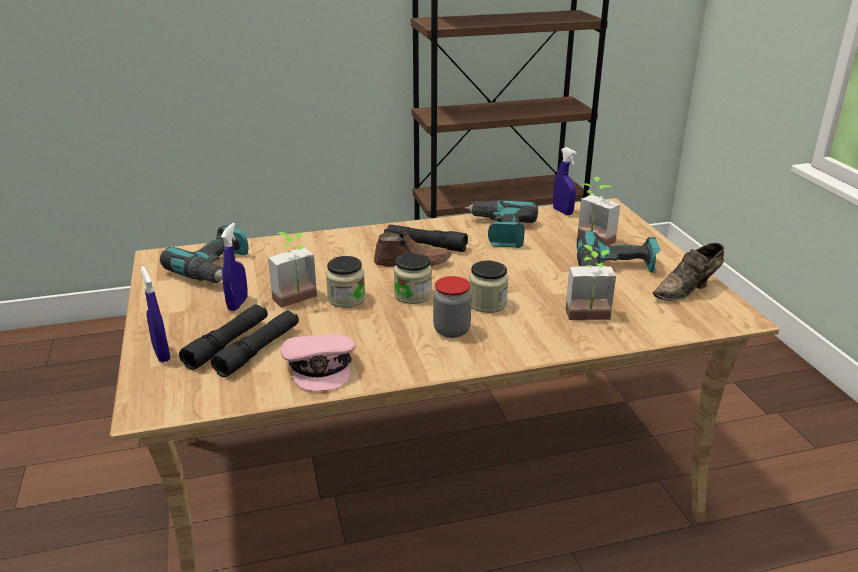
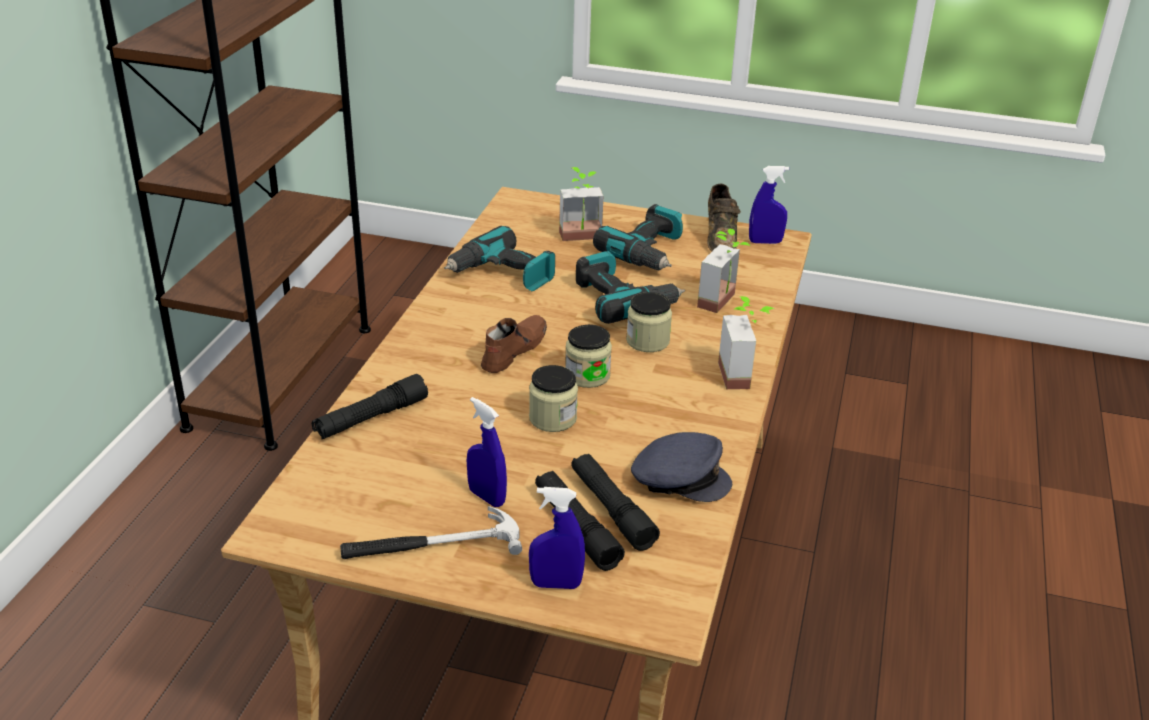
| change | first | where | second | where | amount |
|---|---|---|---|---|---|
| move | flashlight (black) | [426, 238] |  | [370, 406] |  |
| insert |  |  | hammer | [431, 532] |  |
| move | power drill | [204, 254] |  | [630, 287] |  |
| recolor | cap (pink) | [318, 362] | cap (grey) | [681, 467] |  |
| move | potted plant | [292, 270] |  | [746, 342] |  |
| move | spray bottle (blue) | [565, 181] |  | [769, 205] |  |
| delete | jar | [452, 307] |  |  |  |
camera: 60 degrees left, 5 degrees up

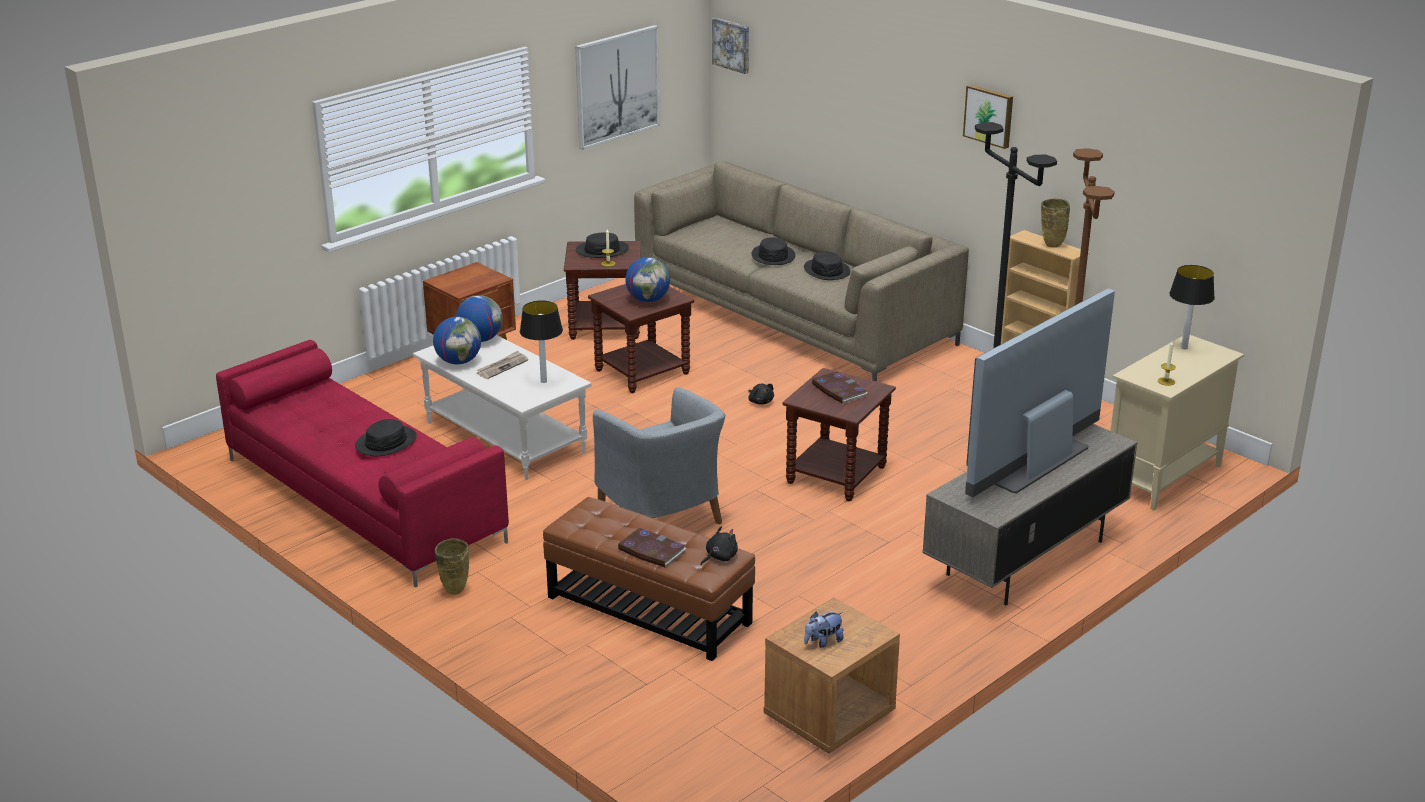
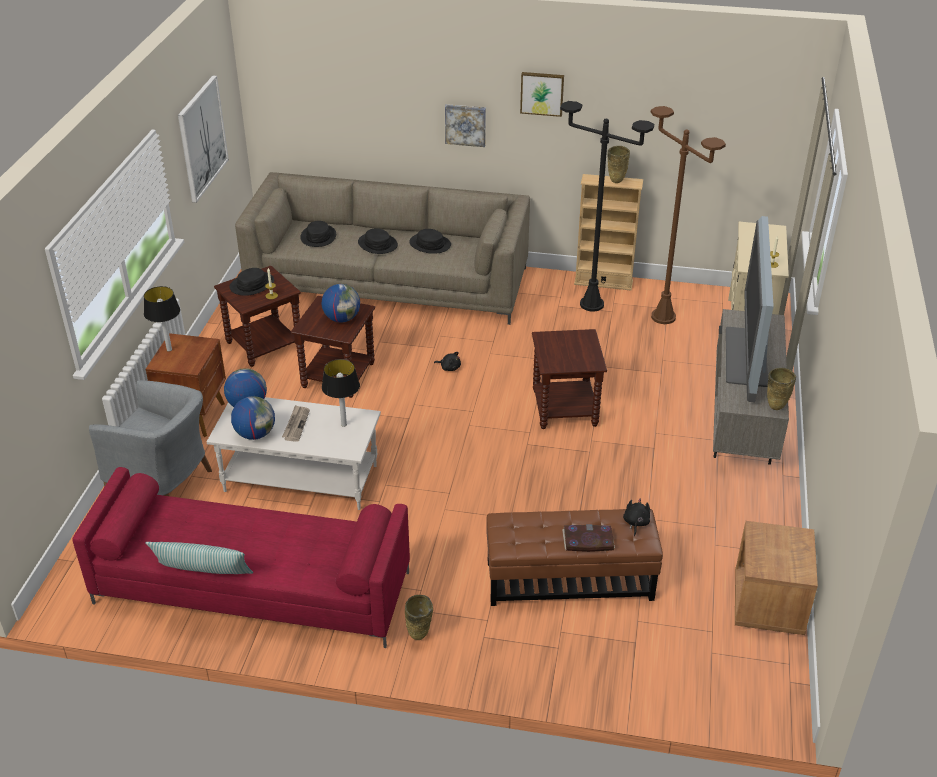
| change | first | where | second | where | amount |
|---|---|---|---|---|---|
| move | armchair (grey) | [659, 456] |  | [150, 438] |  |
| move | table lamp | [1192, 307] |  | [162, 319] |  |
| insert |  |  | pillow | [199, 558] |  |
| move | hat (black) | [386, 437] |  | [318, 234] |  |
| move | picture | [730, 46] |  | [465, 125] |  |
| insert |  |  | vase (beige) | [781, 389] |  |
| delete | plush toy | [824, 630] |  |  |  |
| delete | book | [839, 387] |  |  |  |
camera: 35 degrees left, 10 degrees up

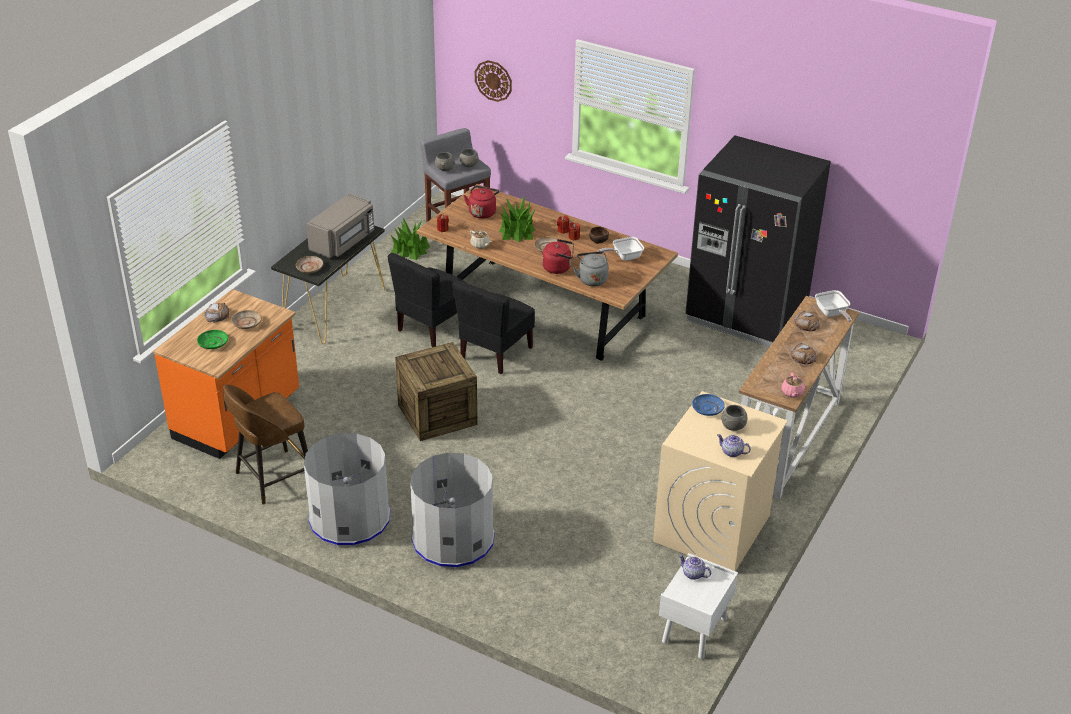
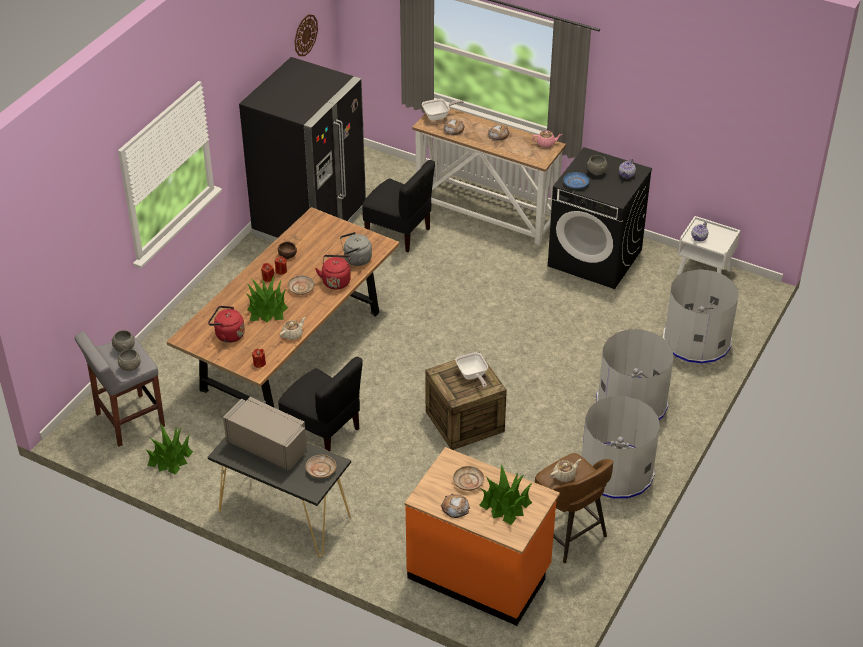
| change | first | where | second | where | amount |
|---|---|---|---|---|---|
| move | wall clock | [493, 81] |  | [306, 35] |  |
| move | chair (black) | [493, 327] |  | [398, 206] |  |
| move | frying pan | [620, 249] |  | [471, 370] |  |
| replace | plate (green) | [212, 339] | potted plant | [505, 494] |  |
| recolor | washing machine (beige) | [720, 481] | washing machine (black) | [600, 218] |  |
| insert |  |  | teapot (beige) | [565, 470] |  |
| insert |  |  | trash can (grey) | [701, 317] |  |
camera: 90 degrees left, 5 degrees up

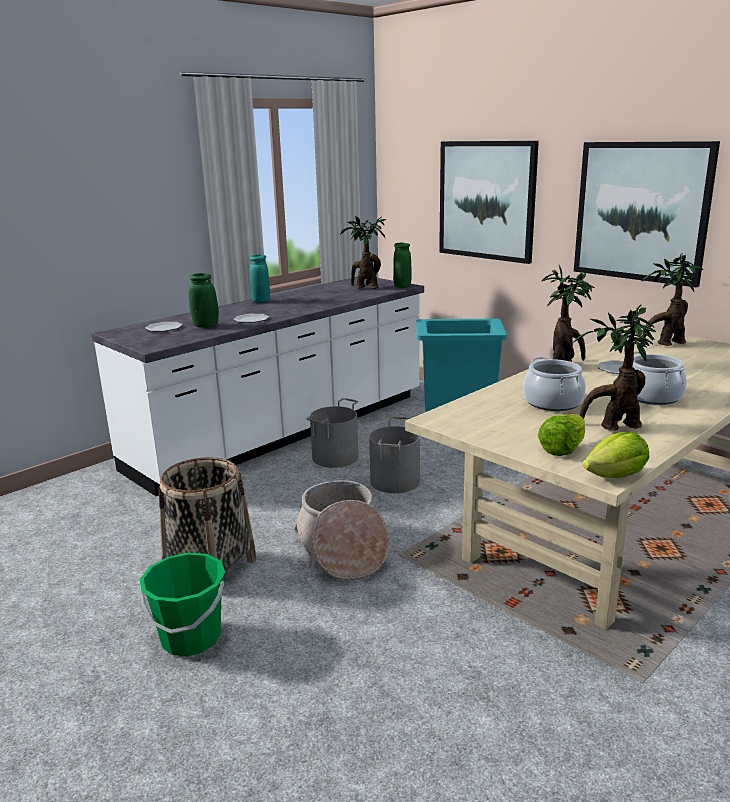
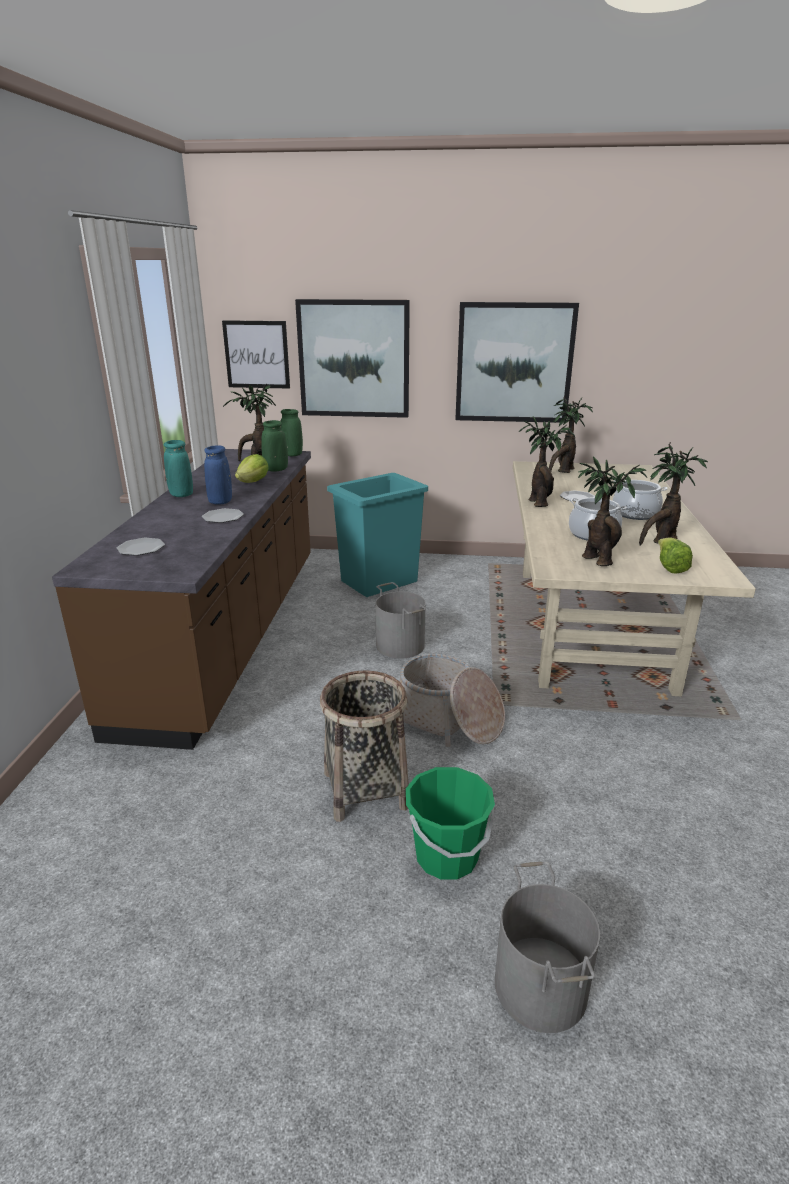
| change | first | where | second | where | amount |
|---|---|---|---|---|---|
| recolor | counter (white) | [258, 386] | counter (brown) | [181, 599] |  |
| insert |  |  | vase (blue) | [218, 475] |  |
| insert |  |  | picture | [256, 354] |  |
| move | lettuce | [616, 455] |  | [252, 468] |  |
| move | vase (green) | [204, 300] |  | [274, 446] |  |
| move | bucket (grey) | [332, 433] |  | [547, 947] |  |
| insert |  |  | potted plant | [612, 511] |  |
camera: 40 degrees left, 5 degrees up

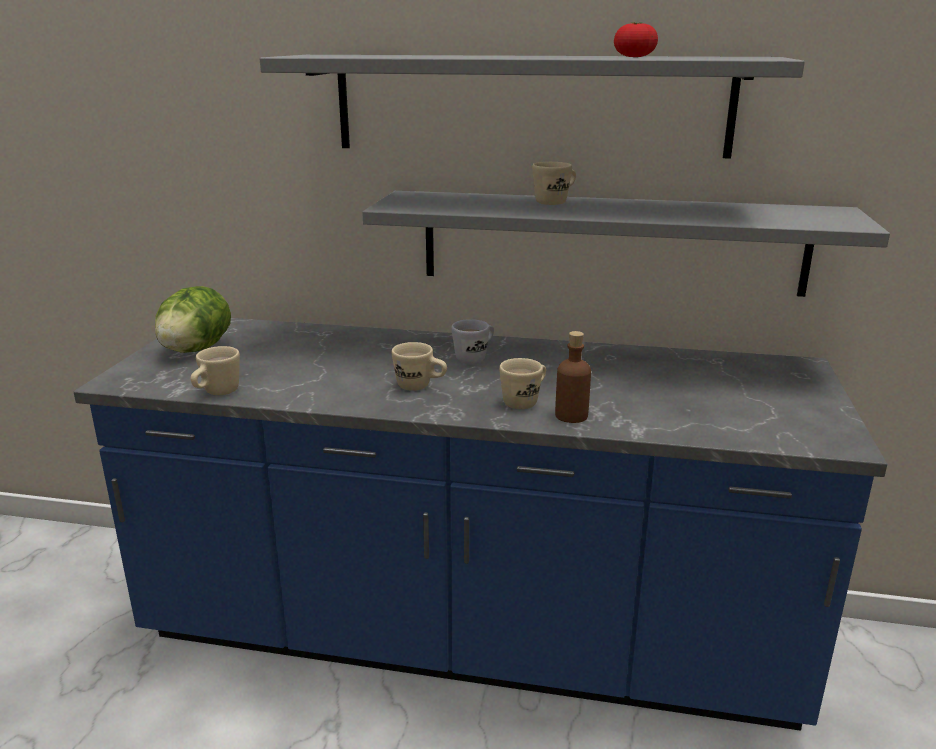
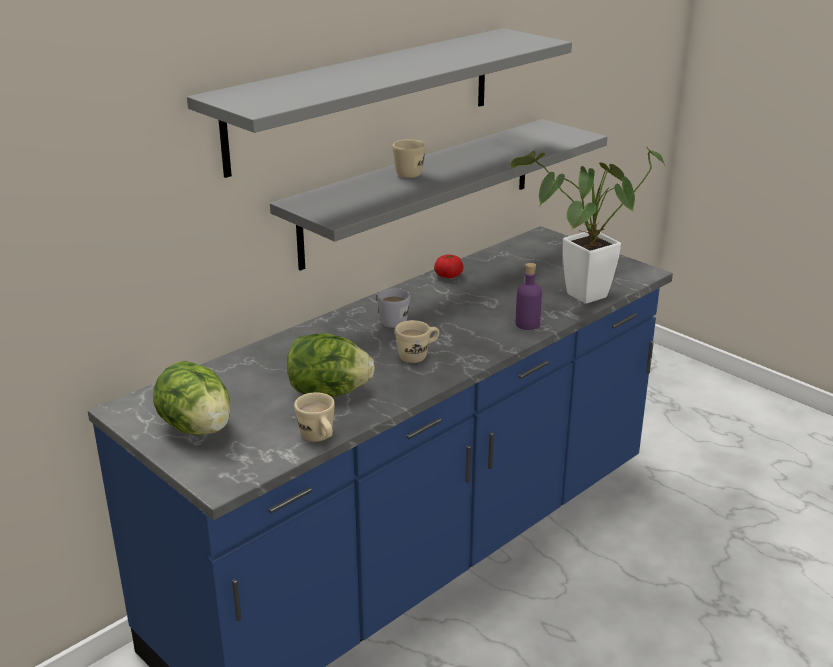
| change | first | where | second | where | amount |
|---|---|---|---|---|---|
| insert |  |  | lettuce | [331, 365] |  |
| move | tomato | [636, 39] |  | [449, 266] |  |
| insert |  |  | potted plant | [587, 224] |  |
| recolor | bottle (brown) | [573, 377] | bottle (purple) | [529, 296] |  |
| delete | mug (beige) | [522, 383] |  |  |  |
camera: 55 degrees left, 5 degrees up

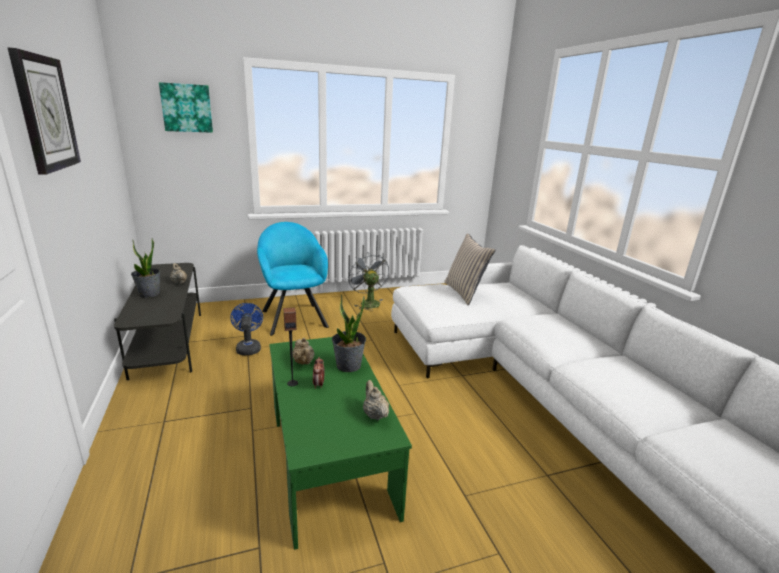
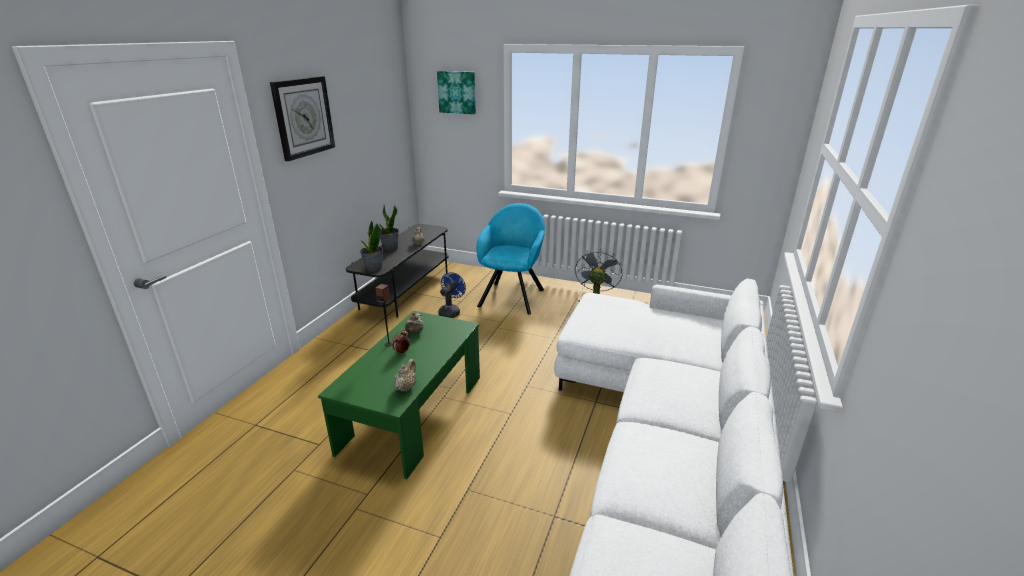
| change | first | where | second | where | amount |
|---|---|---|---|---|---|
| move | potted plant | [349, 333] |  | [371, 246] |  |
| delete | pillow (beige) | [470, 269] |  |  |  |
camera: 40 degrees right, 5 degrees up

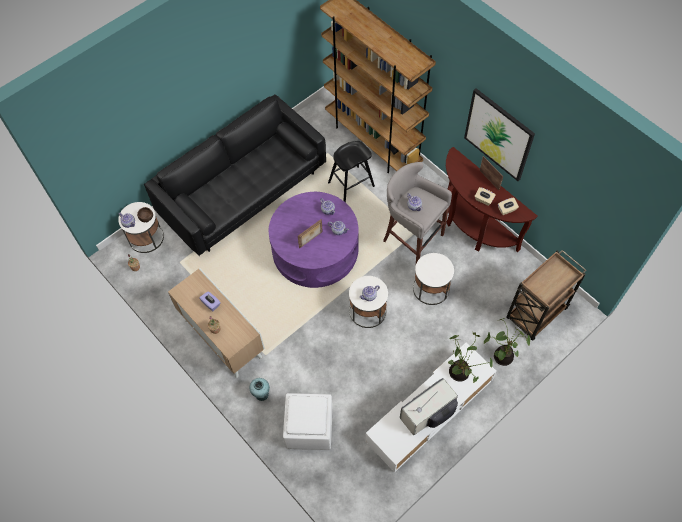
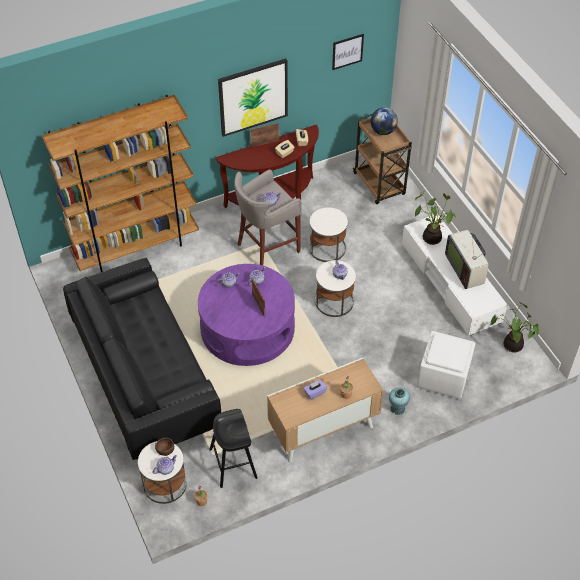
| change | first | where | second | where | amount |
|---|---|---|---|---|---|
| move | stool (black) | [351, 172] |  | [233, 448] |  |
| insert |  |  | picture | [348, 52] |  |
| insert |  |  | globe | [384, 121] |  |
| move | potted plant | [507, 342] |  | [514, 327] |  |
camera: 75 degrees left, 10 degrees down

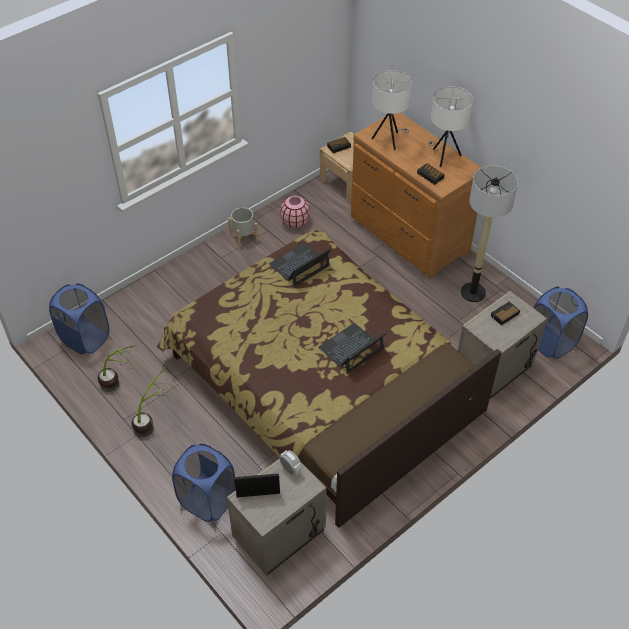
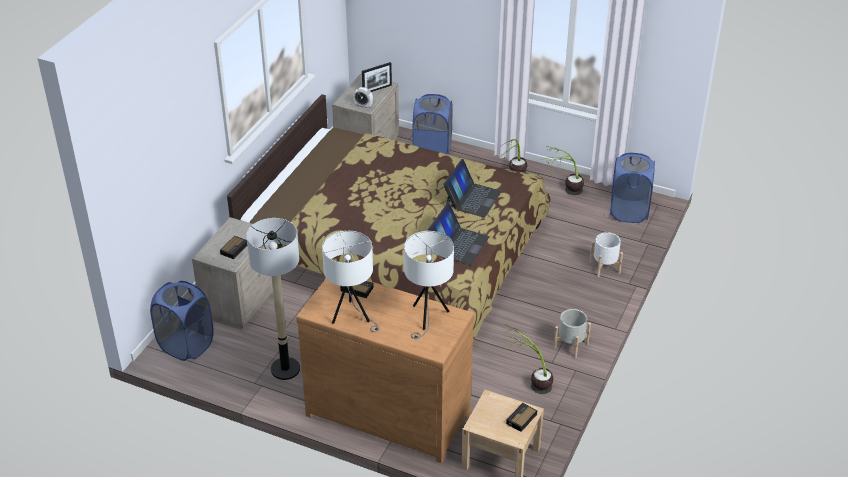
| change | first | where | second | where | amount |
|---|---|---|---|---|---|
| move | laptop | [353, 348] |  | [472, 188] |  |
| replace | vase (pink) | [295, 212] | potted plant | [529, 359] |  |
| insert |  |  | planter (white) | [606, 254] |  |
camera: 155 degrees right, 10 degrees down

